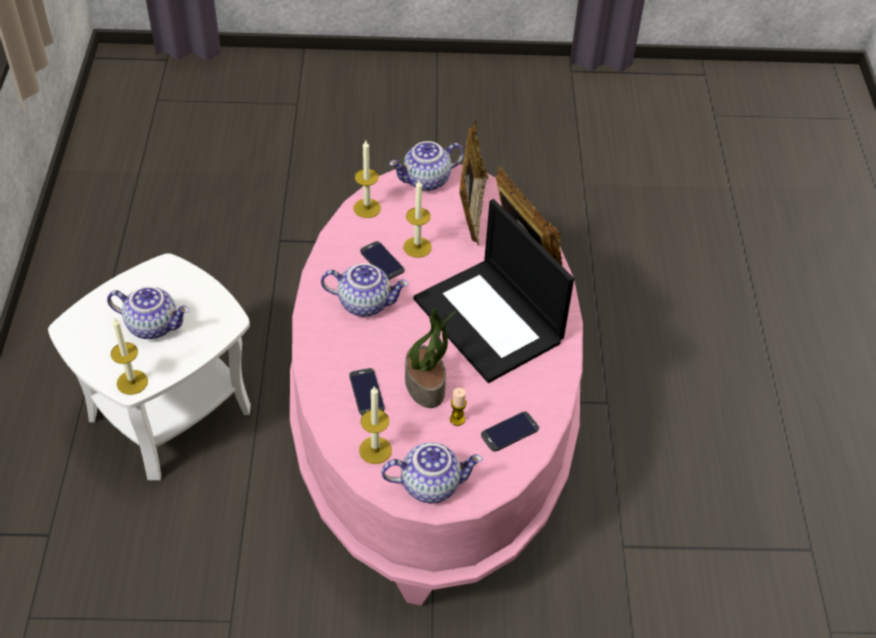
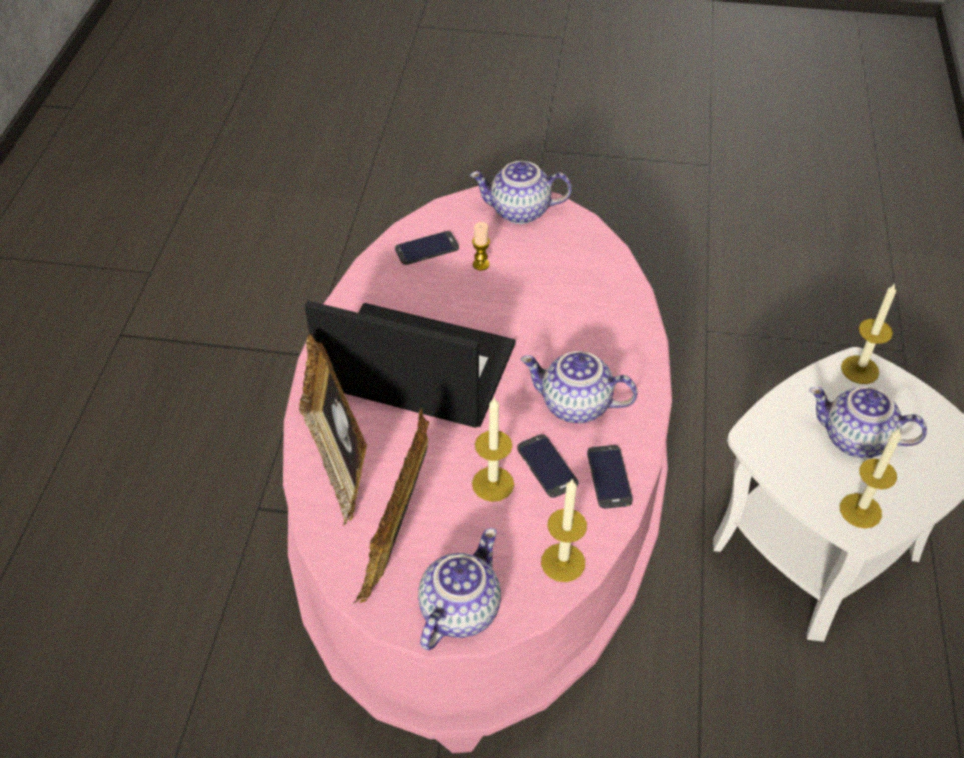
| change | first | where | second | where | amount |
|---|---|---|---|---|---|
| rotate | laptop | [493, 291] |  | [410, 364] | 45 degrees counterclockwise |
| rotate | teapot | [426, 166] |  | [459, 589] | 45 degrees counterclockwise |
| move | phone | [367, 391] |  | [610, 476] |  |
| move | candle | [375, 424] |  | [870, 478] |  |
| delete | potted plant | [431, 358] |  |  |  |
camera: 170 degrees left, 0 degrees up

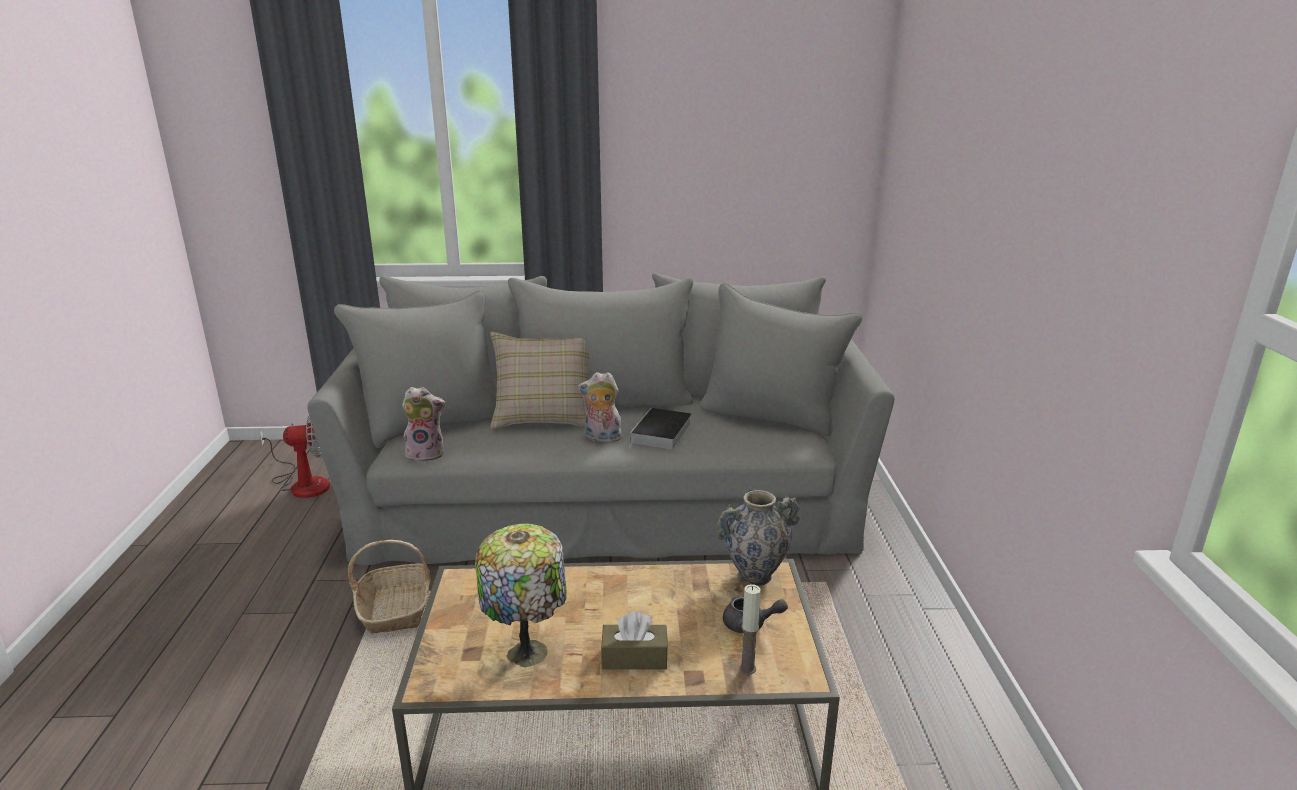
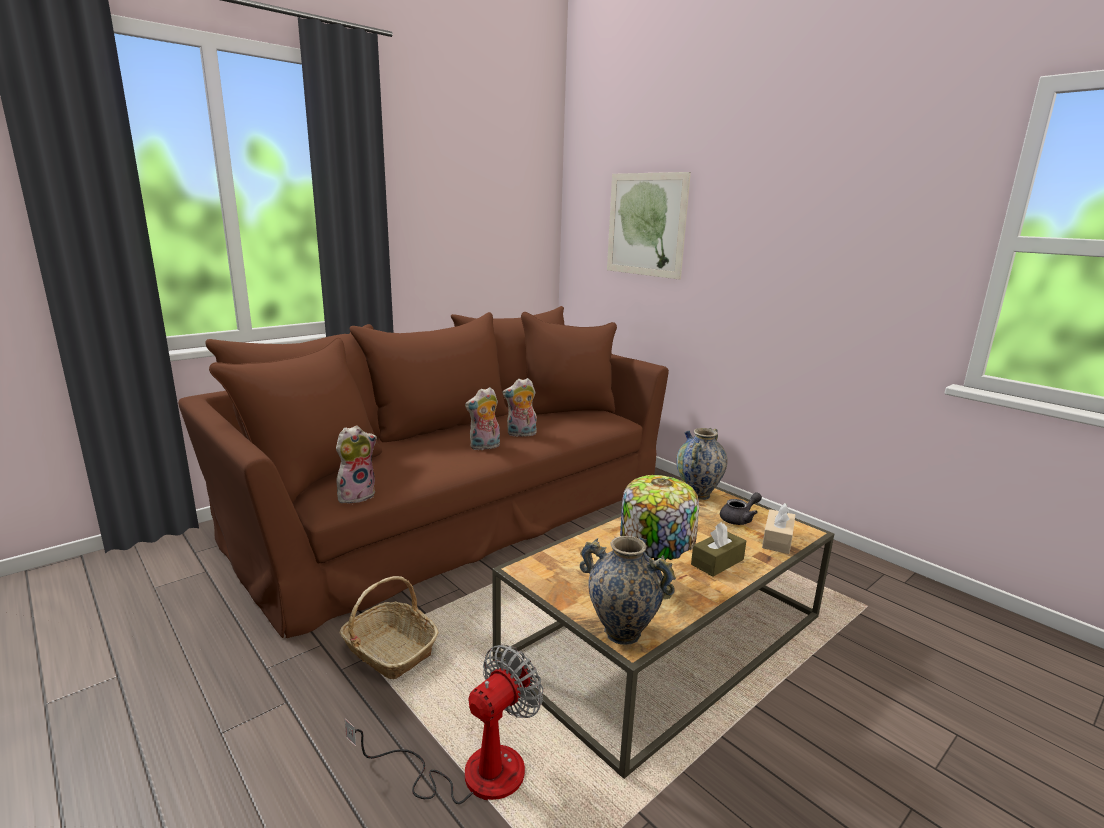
| change | first | where | second | where | amount |
|---|---|---|---|---|---|
| recolor | sofa (grey) | [601, 419] | sofa (brown) | [423, 472] |  |
| move | fan | [295, 457] |  | [444, 724] |  |
| replace | book | [660, 429] | plush toy | [519, 407] |  |
| insert |  |  | vase | [628, 590] |  |
| insert |  |  | picture | [649, 226] |  |
| replace | candle | [750, 629] | tissue box (beige) | [778, 528] |  |
| delete | pillow (beige) | [539, 380] |  |  |  |
camera: 40 degrees left, 5 degrees down

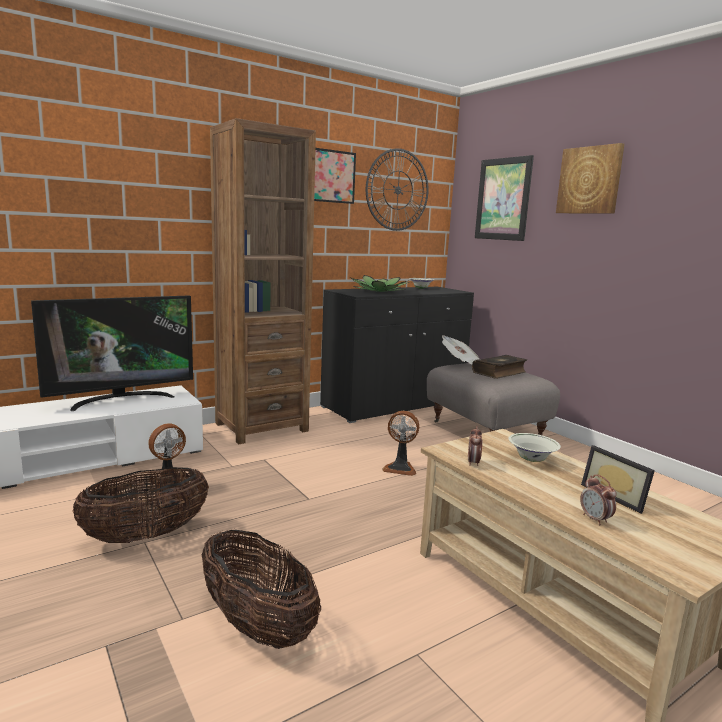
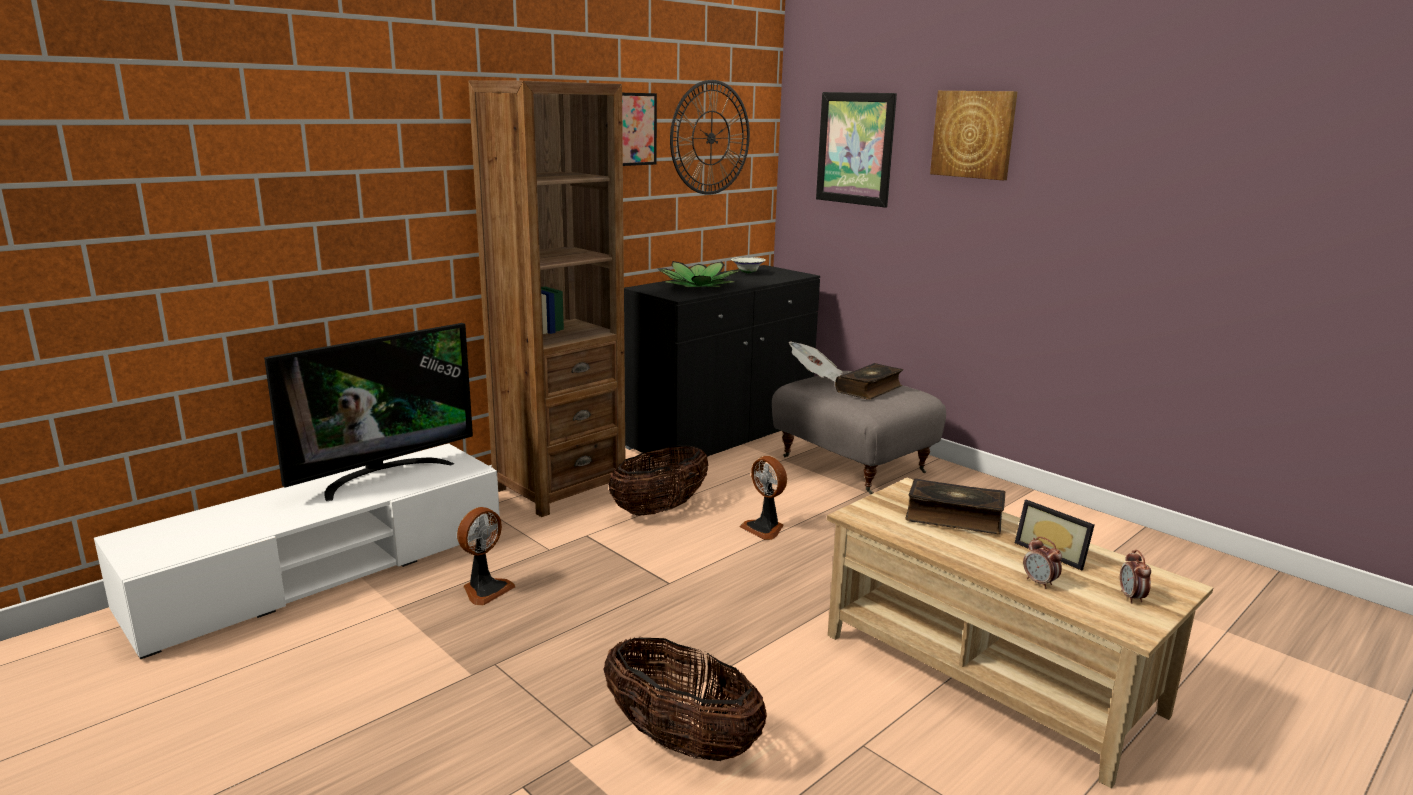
| change | first | where | second | where | amount |
|---|---|---|---|---|---|
| move | basket | [140, 505] |  | [658, 480] |  |
| rotate | fan | [400, 443] |  | [763, 498] | 45 degrees clockwise |
| replace | bowl (white) | [535, 447] | book | [955, 506] |  |
| move | alarm clock | [475, 446] |  | [1135, 577] |  |
camera: 10 degrees left, 5 degrees up

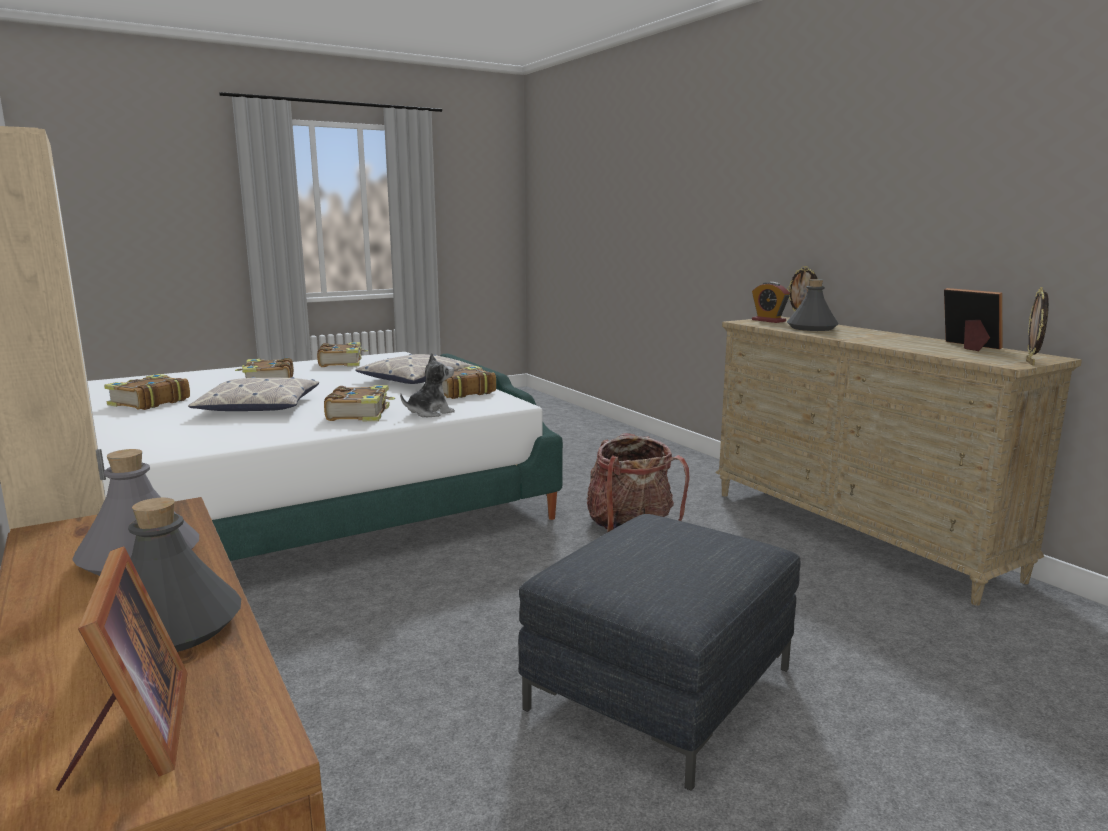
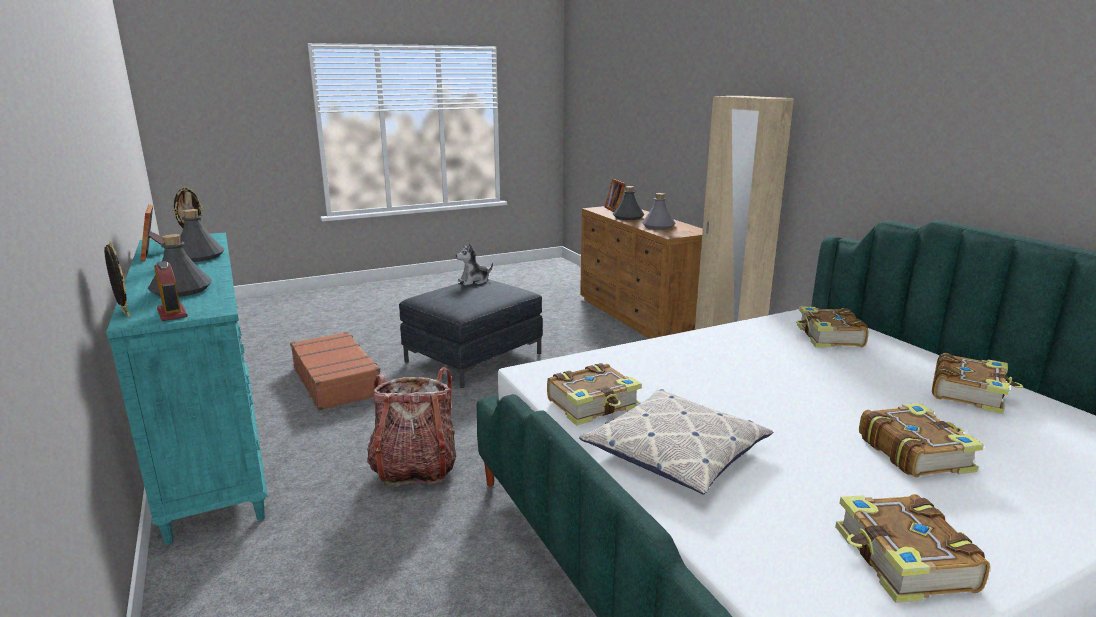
| change | first | where | second | where | amount |
|---|---|---|---|---|---|
| recolor | dresser (beige) | [899, 461] | dresser (turquoise) | [187, 388] |  |
| insert |  |  | bottle (grey) | [202, 235] |  |
| insert |  |  | suitcase (brown) | [336, 371] |  |
| move | plush toy | [427, 385] |  | [474, 264] |  |
| move | book | [359, 403] |  | [832, 327] |  |
| delete | pillow | [253, 394] |  |  |  |
camera: 175 degrees left, 5 degrees up

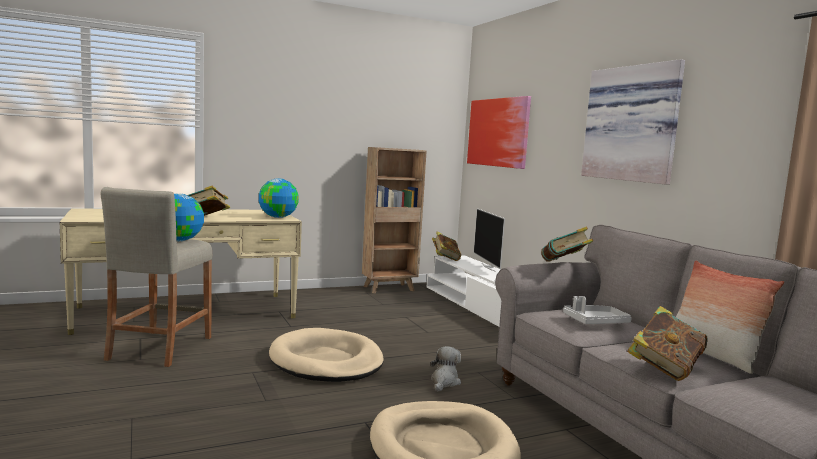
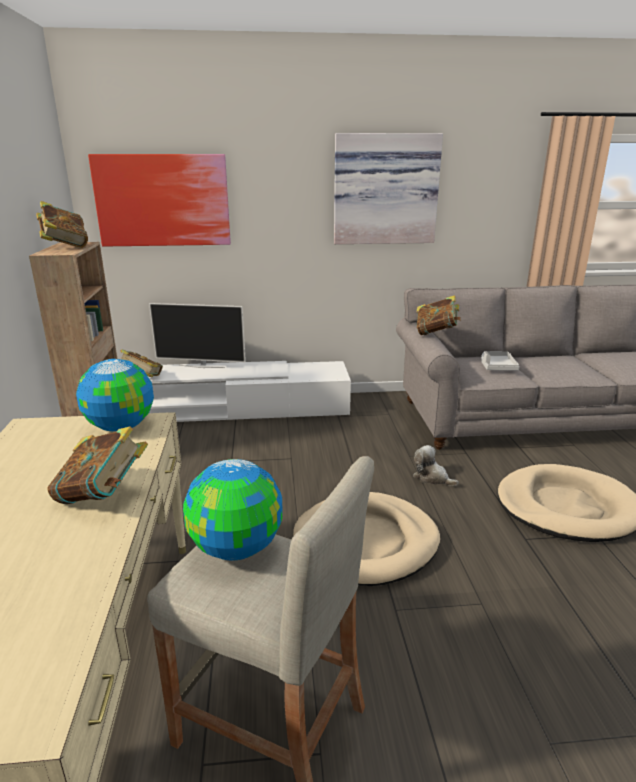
| change | first | where | second | where | amount |
|---|---|---|---|---|---|
| move | book | [667, 343] |  | [62, 224] |  |
| delete | pillow | [730, 317] |  |  |  |
camera: 70 degrees left, 15 degrees up

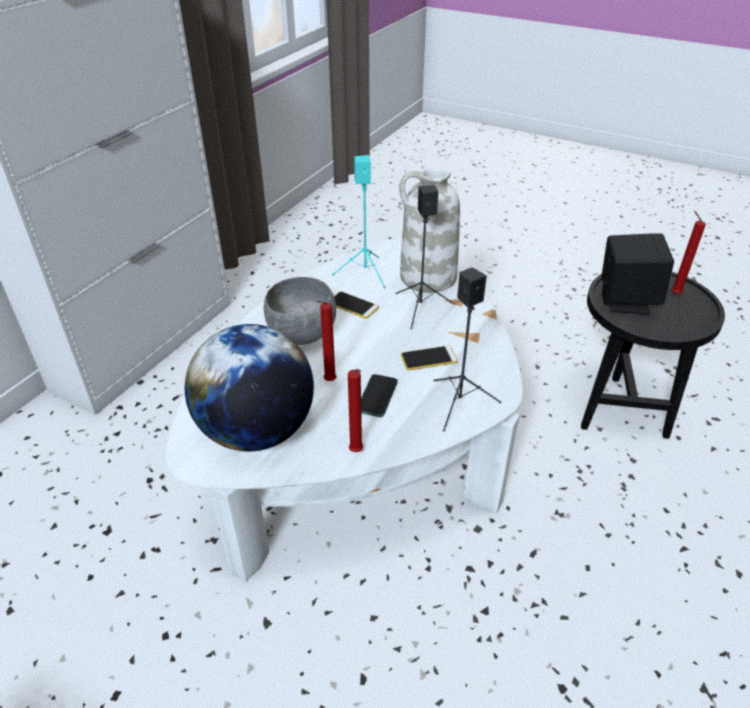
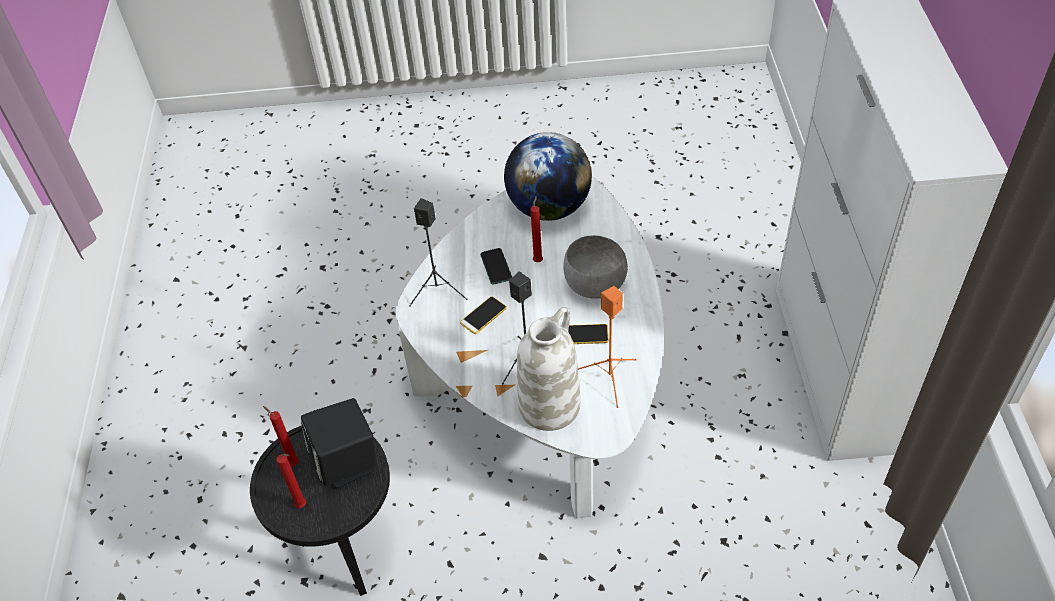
| change | first | where | second | where | amount |
|---|---|---|---|---|---|
| move | candle (red) | [355, 410] |  | [281, 436] |  |
| recolor | speaker (turquoise) | [359, 222] | speaker (orange) | [607, 347] |  |
camera: 150 degrees right, 10 degrees up

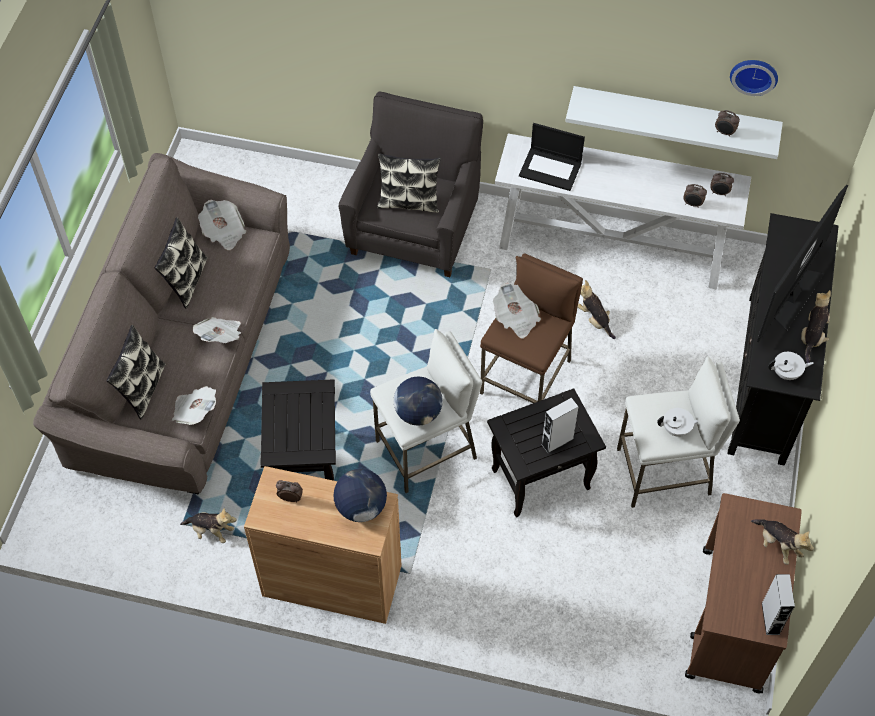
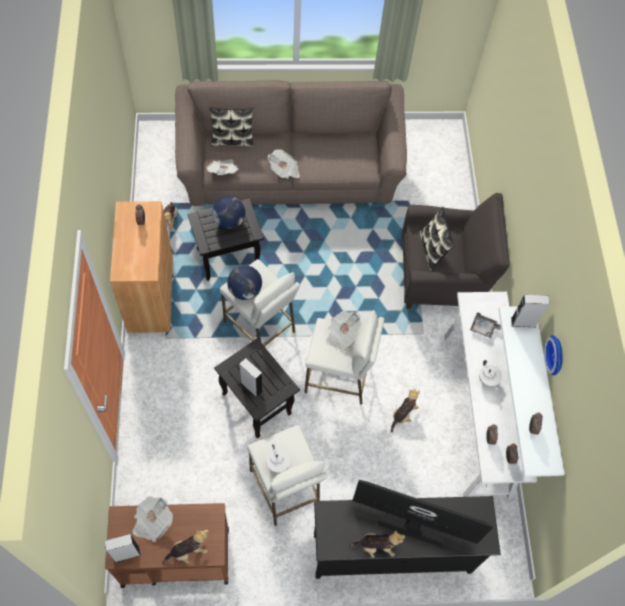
| change | first | where | second | where | amount |
|---|---|---|---|---|---|
| move | newspaper | [222, 224] |  | [153, 519] |  |
| rotate | plush toy | [782, 542] |  | [186, 546] | 150 degrees counterclockwise |
| move | globe | [360, 495] |  | [229, 212] |  |
| recolor | stool (brown) | [531, 328] | stool (white) | [344, 357] |  |
| replace | laptop | [552, 157] | tray (grey) | [485, 325] |  |
| move | teapot (white) | [791, 366] |  | [490, 375] |  |
| insert |  |  | speaker (grey) | [530, 310] |  |
| move | wall clock | [754, 78] |  | [553, 355] |  |
| delete | pillow | [181, 262] |  |  |  |
camera: 70 degrees right, 5 degrees up

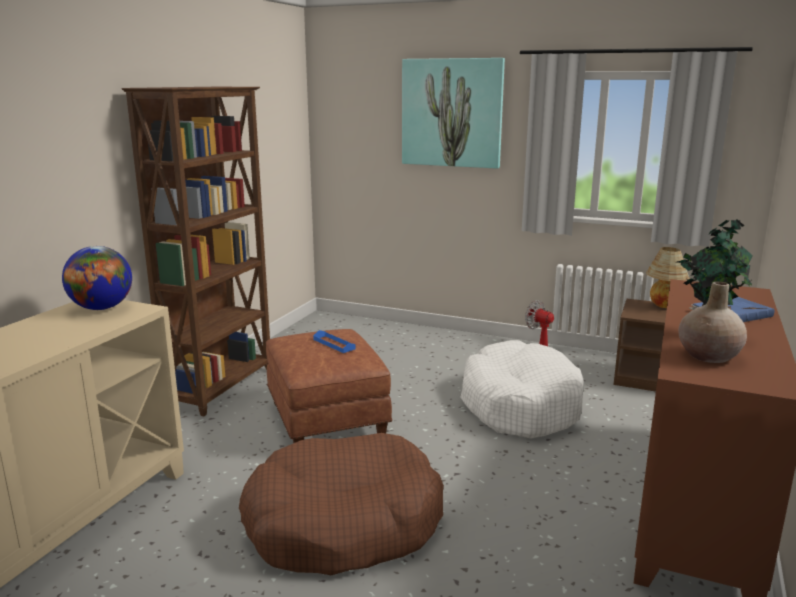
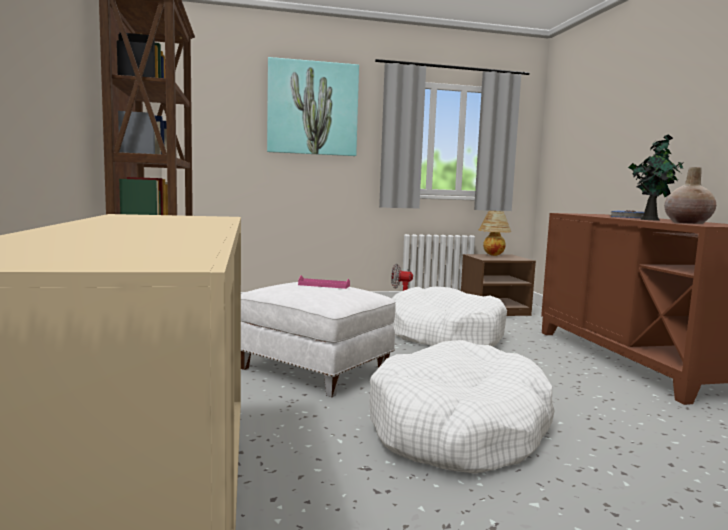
| change | first | where | second | where | amount |
|---|---|---|---|---|---|
| recolor | ottoman (brown) | [329, 386] | ottoman (white) | [318, 339] |  |
| recolor | tray (blue) | [334, 341] | tray (pink) | [324, 282] |  |
| recolor | dog bed (brown) | [341, 504] | dog bed (white) | [462, 407] |  |
| delete | globe | [97, 278] |  |  |  |
camera: 35 degrees left, 10 degrees down

